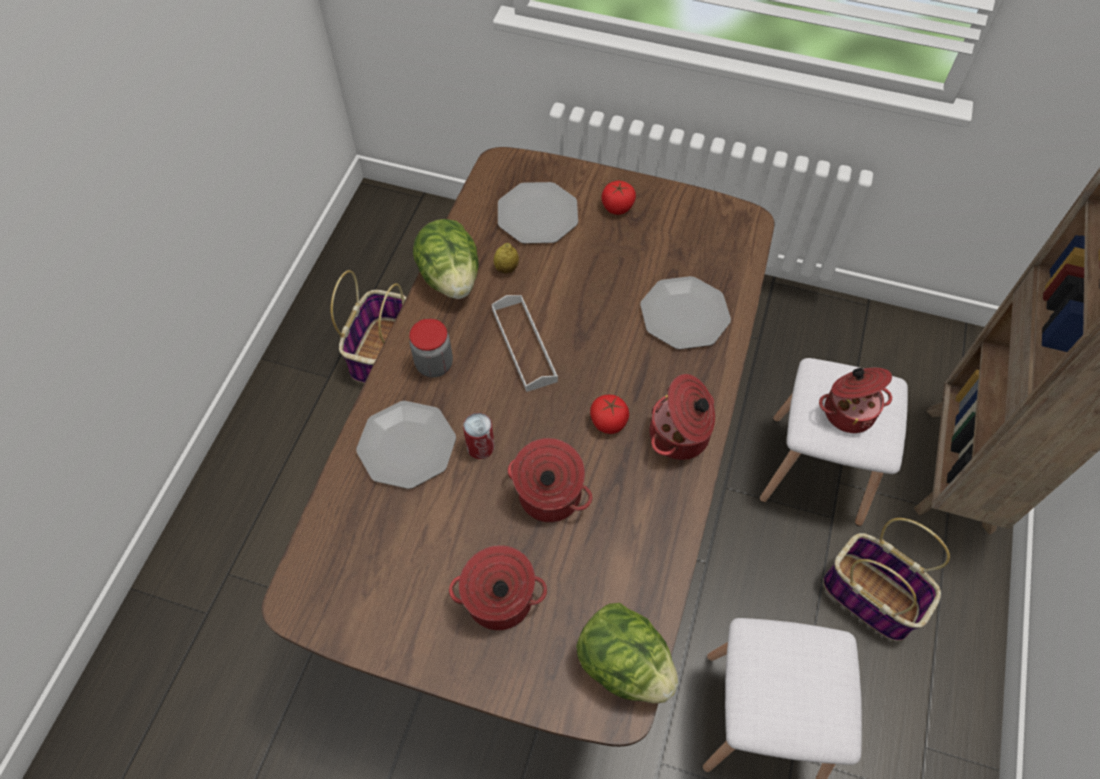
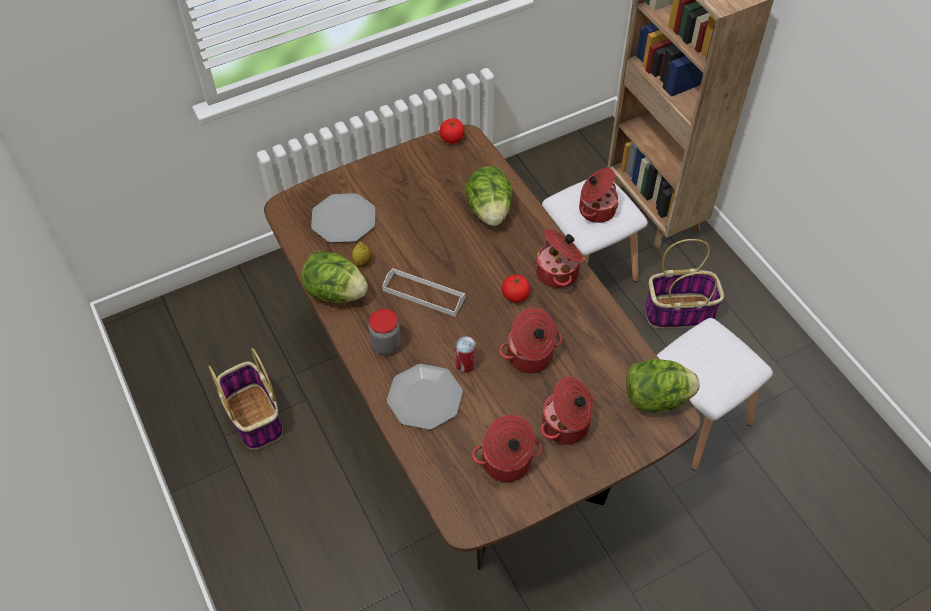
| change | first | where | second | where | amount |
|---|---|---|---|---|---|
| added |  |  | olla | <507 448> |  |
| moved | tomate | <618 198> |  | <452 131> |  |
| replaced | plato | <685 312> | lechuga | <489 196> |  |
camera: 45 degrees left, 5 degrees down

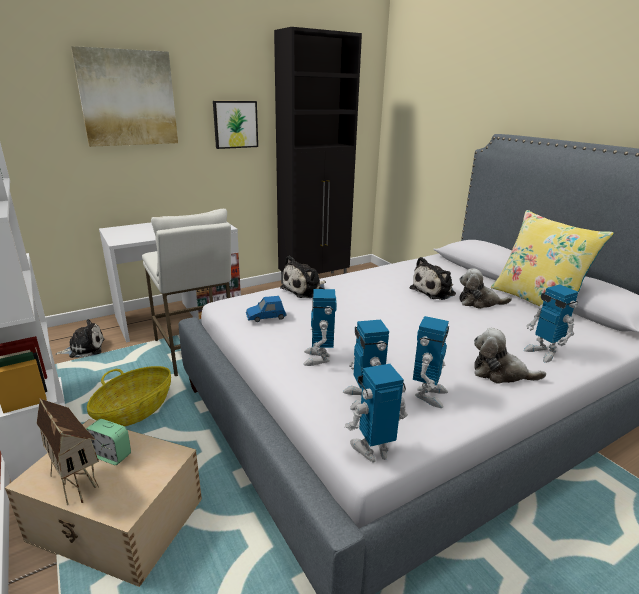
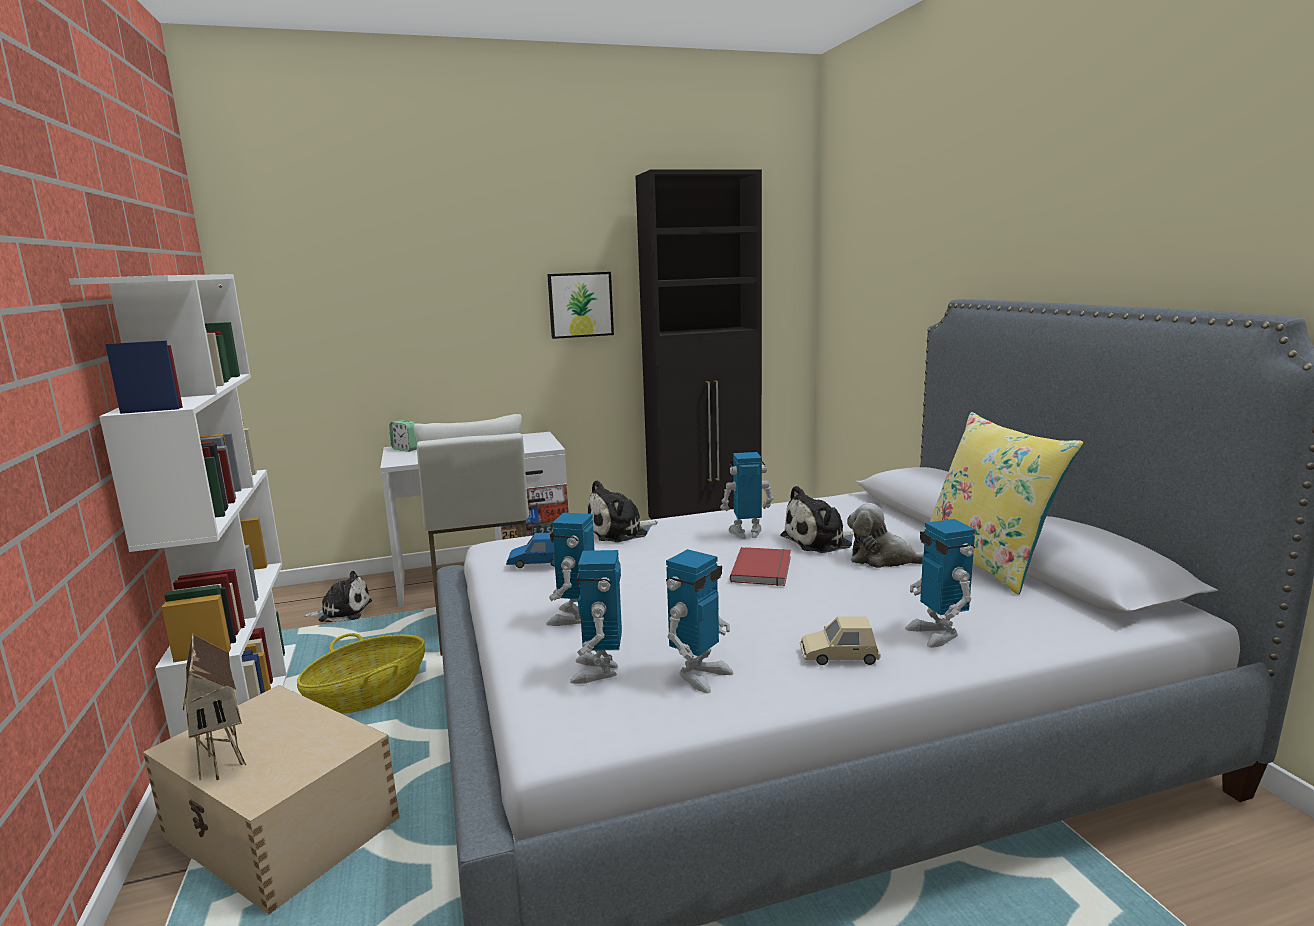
| change | first | where | second | where | amount |
|---|---|---|---|---|---|
| removed | cuadro | <124 96> |  |  |  |
| added |  |  | libro/rojo | <760 566> |  |
| moved | despertador | <108 442> |  | <403 436> |  |
| moved | robot de juguete | <376 413> |  | <747 495> |  |
| replaced | peluche | <510 356> | coche de juguete/beis | <840 640> |  |
camera: 15 degrees right, 10 degrees down

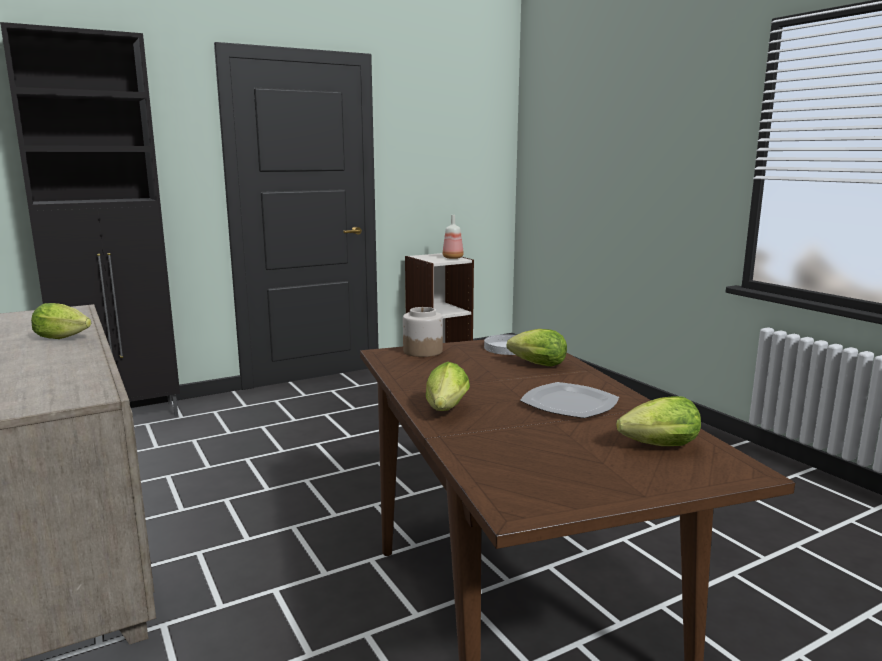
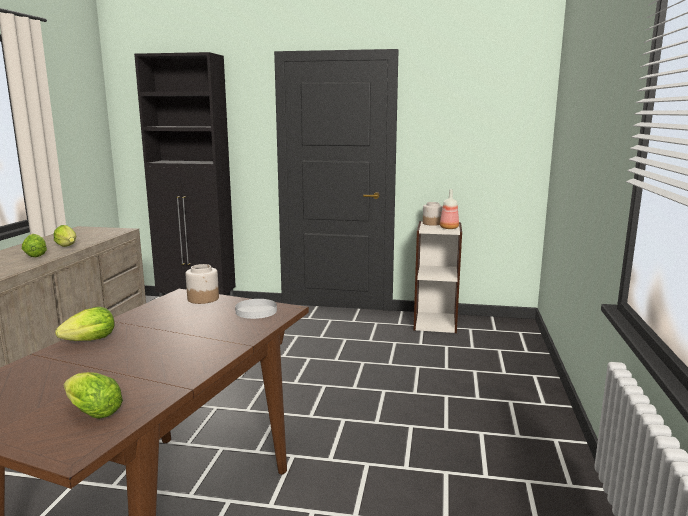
| change | first | where | second | where | amount |
|---|---|---|---|---|---|
| removed | plato | <569 400> |  |  |  |
| added |  |  | tarro | <433 214> |  |
| moved | lechuga | <537 348> |  | <34 245> |  |
camera: 40 degrees right, 0 degrees up

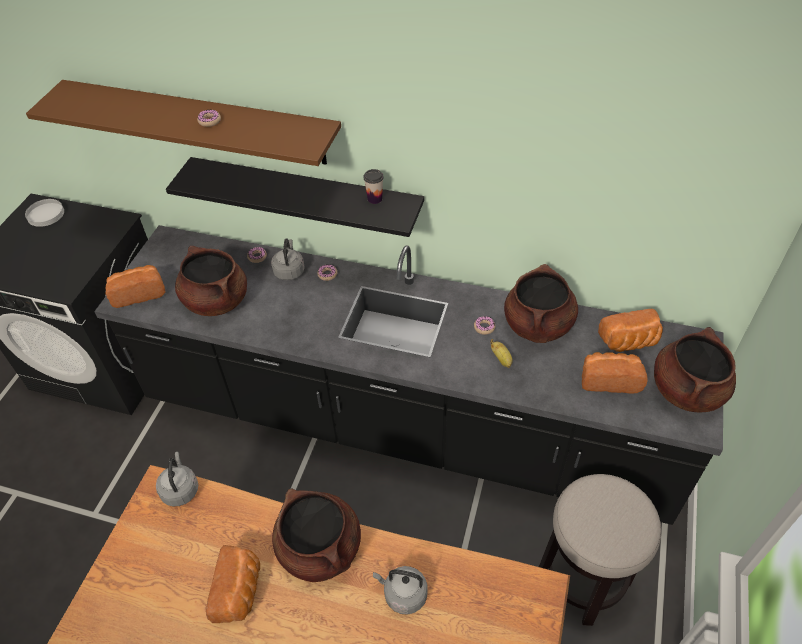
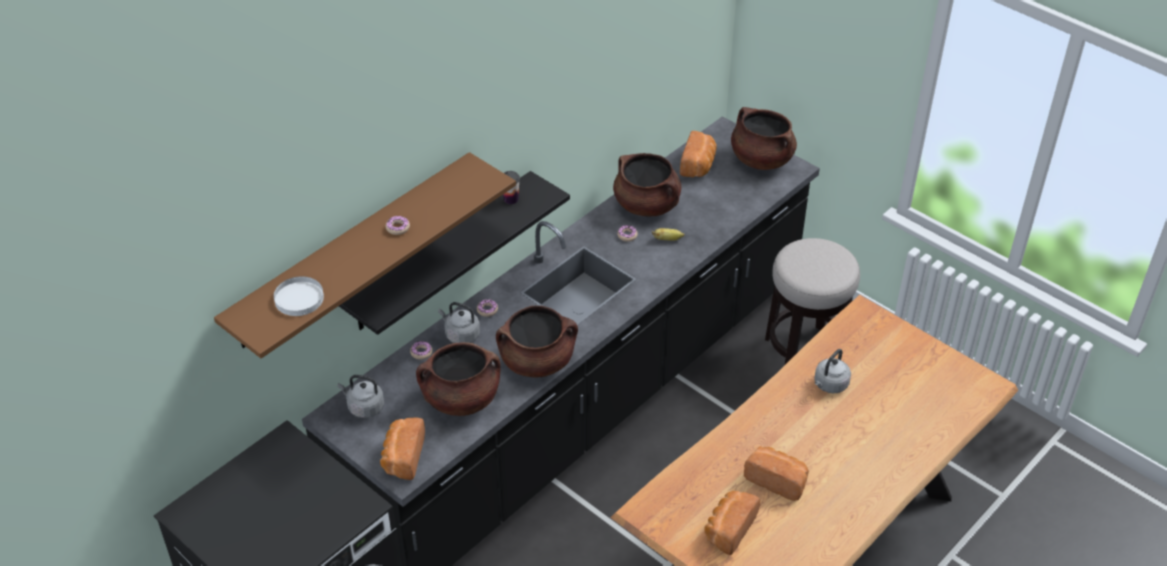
| change | first | where | second | where | amount |
|---|---|---|---|---|---|
| moved | plato/blanco | <44 213> |  | <299 296> |  |
| moved | hervidor/gris | <177 479> |  | <361 396> |  |
| moved | olla/marrón | <316 535> |  | <537 342> |  |
| moved | pan | <615 372> |  | <732 523> |  |
camera: 65 degrees left, 5 degrees down

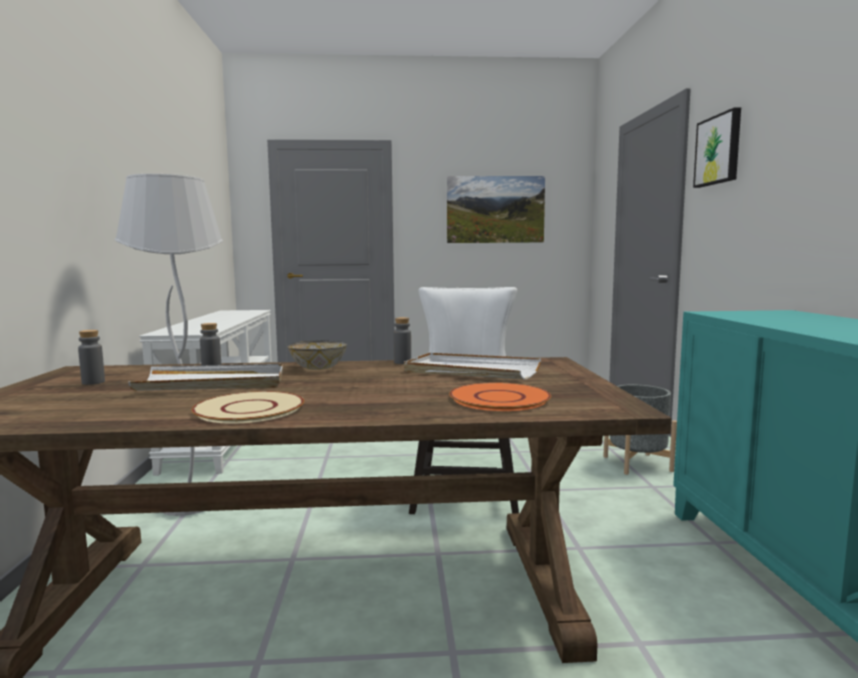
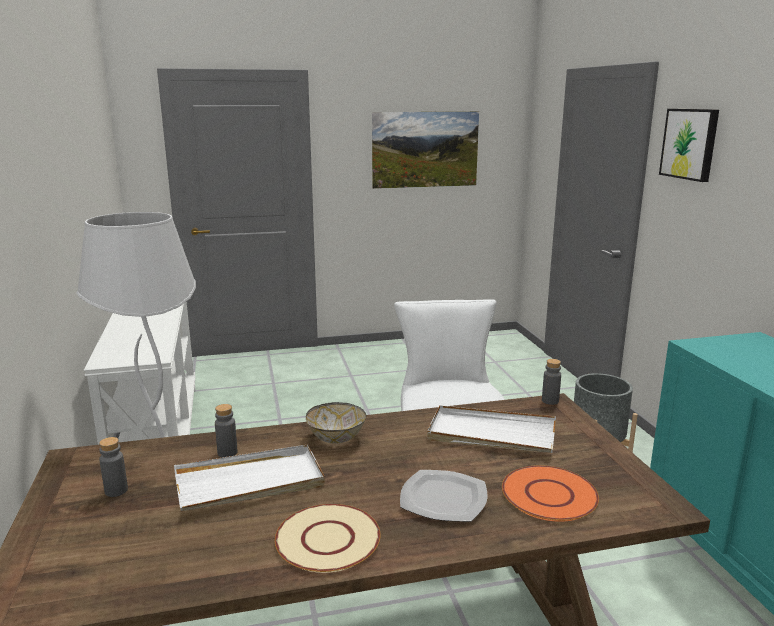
| change | first | where | second | where | amount |
|---|---|---|---|---|---|
| added |  |  | plato | <444 496> |  |
| moved | botella/gris | <402 340> |  | <551 382> |  |
camera: 10 degrees left, 10 degrees up

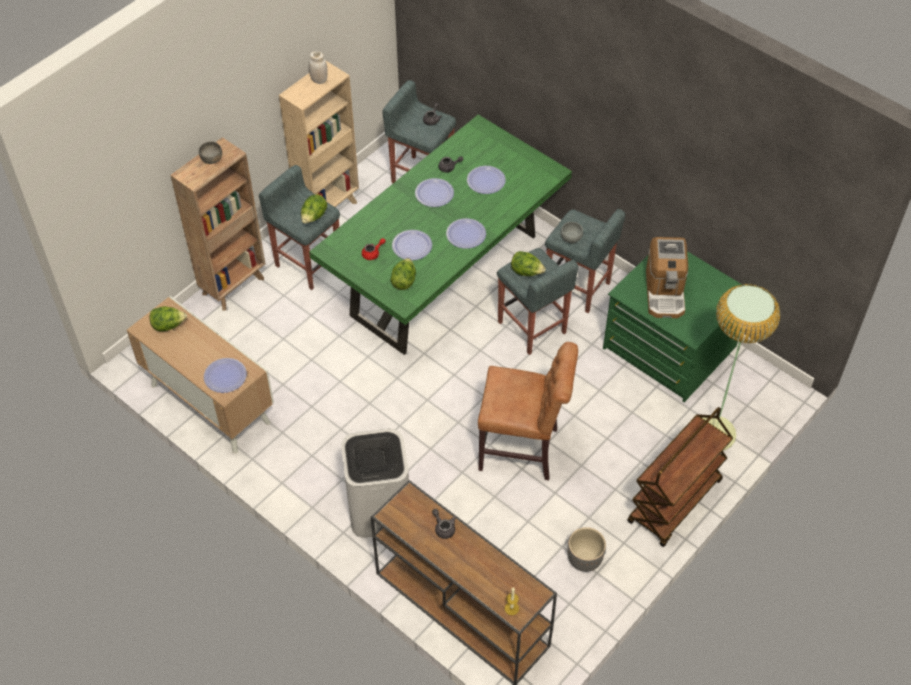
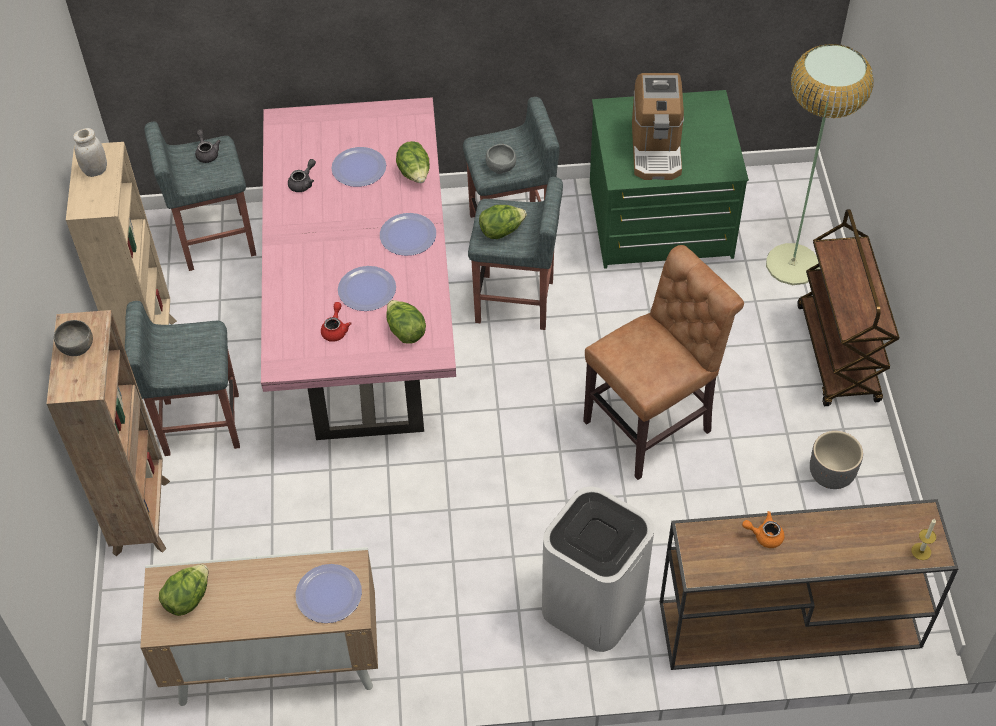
| change | first | where | second | where | amount |
|---|---|---|---|---|---|
| removed | plato | <434 192> |  |  |  |
| moved | lechuga | <314 209> |  | <413 162> |  |
| recoloured | mesa de comedor/verde | <440 234> | mesa de comedor/rosa | <358 268> |  |
| recoloured | tetera/gris | <444 524> | tetera/naranja | <763 529> |  |
| turned | cafetera | <667 277> |  | <658 126> | 45 degrees clockwise |
camera: 45 degrees left, 0 degrees up

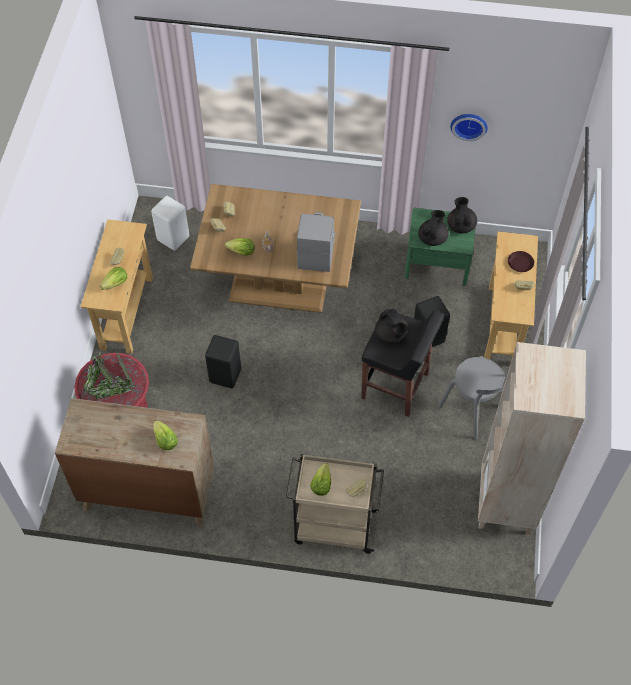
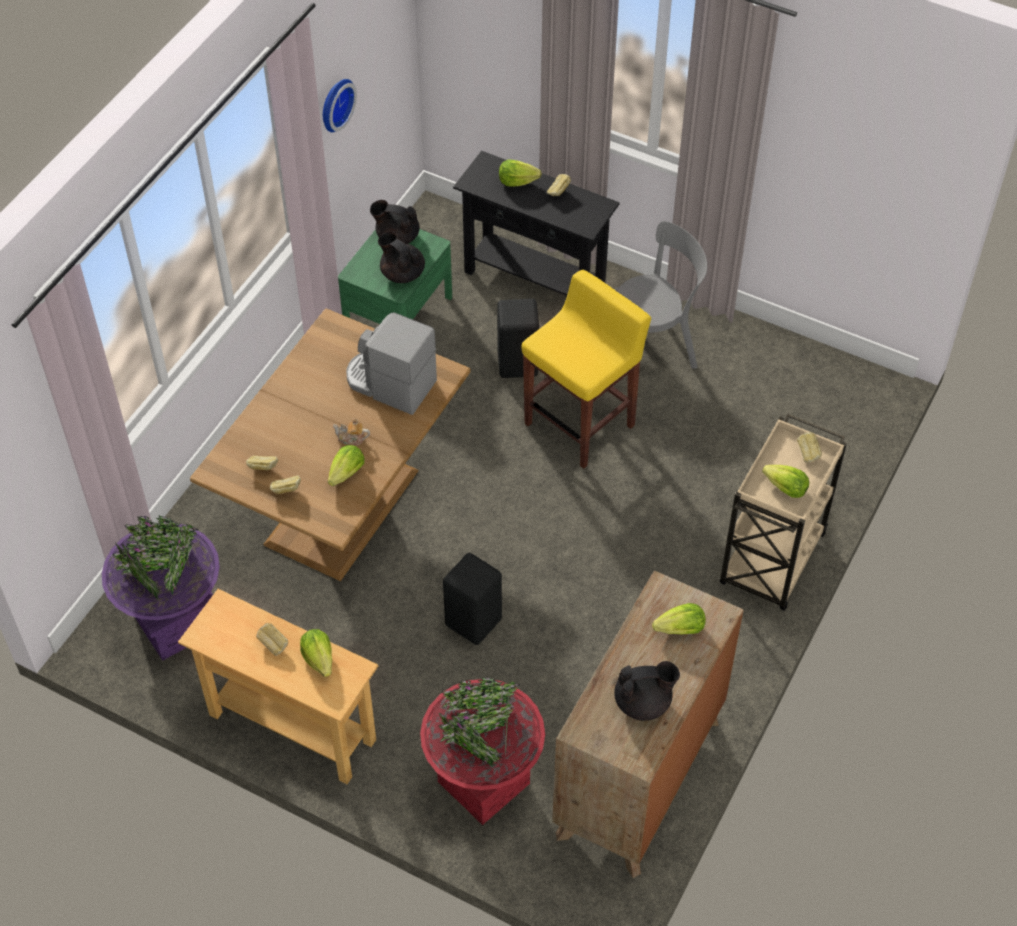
| change | first | where | second | where | amount |
|---|---|---|---|---|---|
| removed | estantería/beis | <532 438> |  |  |  |
| moved | tetera/negro | <391 326> |  | <647 691> |  |
| replaced | taburete/blanco | <170 223> | maceta/morado | <161 588> |  |
| replaced | plato/marrón | <521 261> | lechuga | <520 173> |  |
| recoloured | taburete/negro | <402 363> | taburete/amarillo | <586 369> |  |
| recoloured | mesa consola/beis | <511 296> | mesa consola/negro | <536 223> |  |
camera: 70 degrees left, 5 degrees down

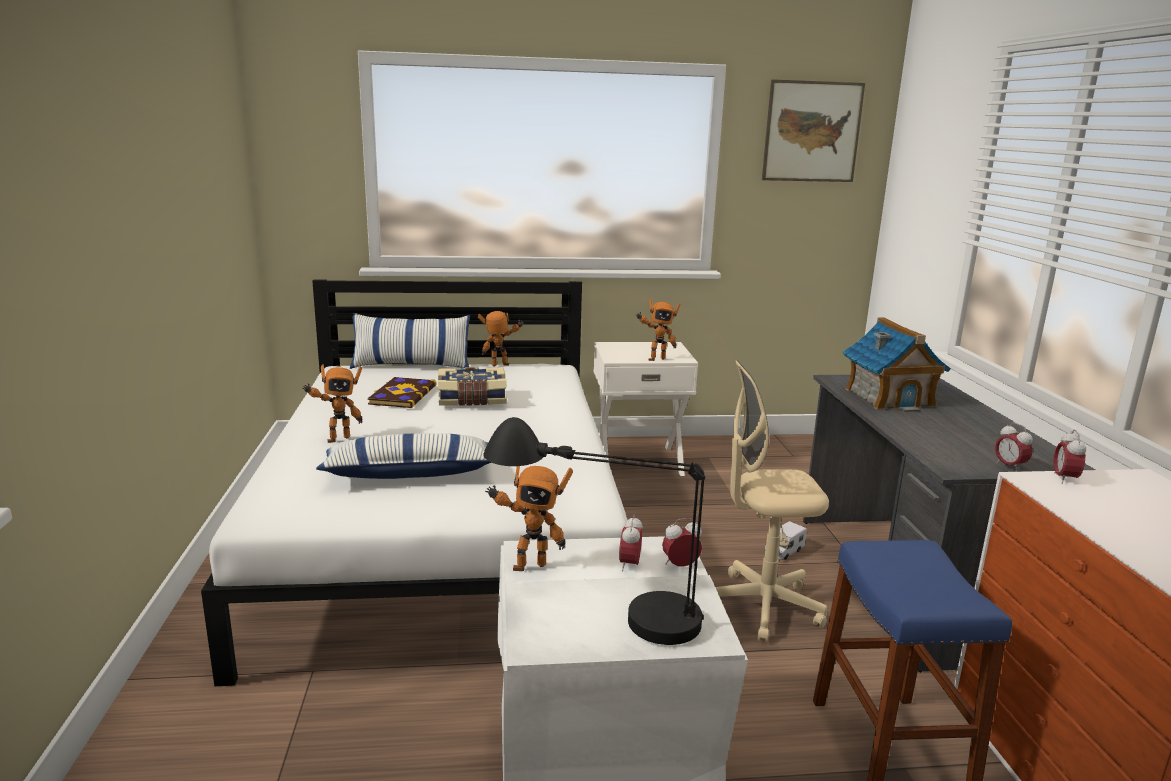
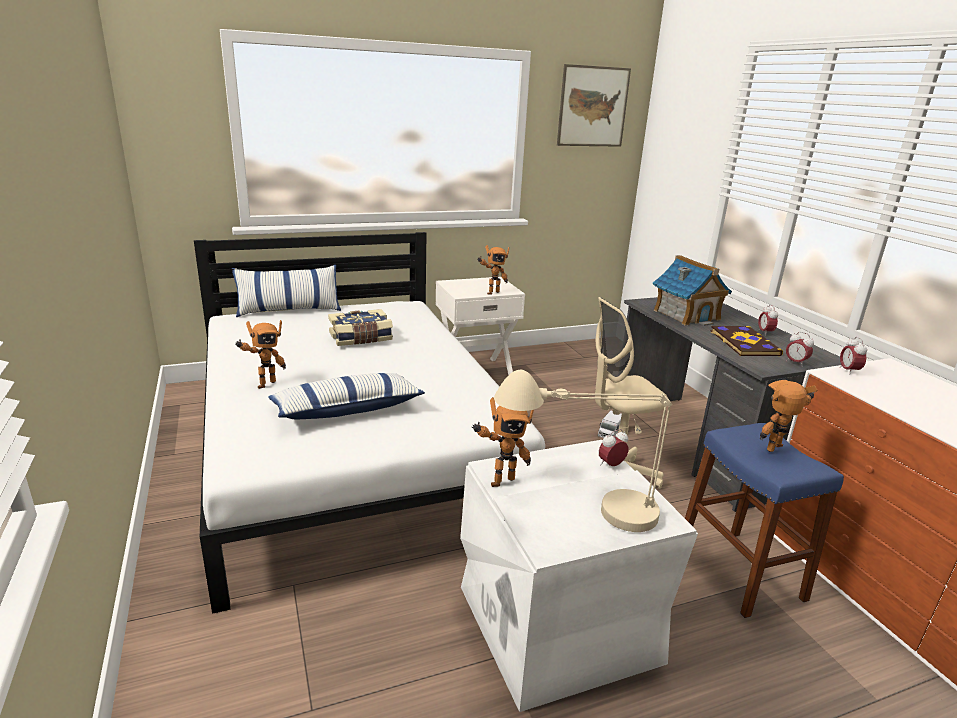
| change | first | where | second | where | amount |
|---|---|---|---|---|---|
| moved | libro | <402 392> |  | <747 341> |  |
| moved | robot de juguete | <501 339> |  | <789 416> |  |
| moved | despertador | <631 543> |  | <768 320> |  |
| recoloured | lámpara de mesa/negro | <594 531> | lámpara de mesa/beis | <583 451> |  |
camera: 15 degrees left, 5 degrees up

